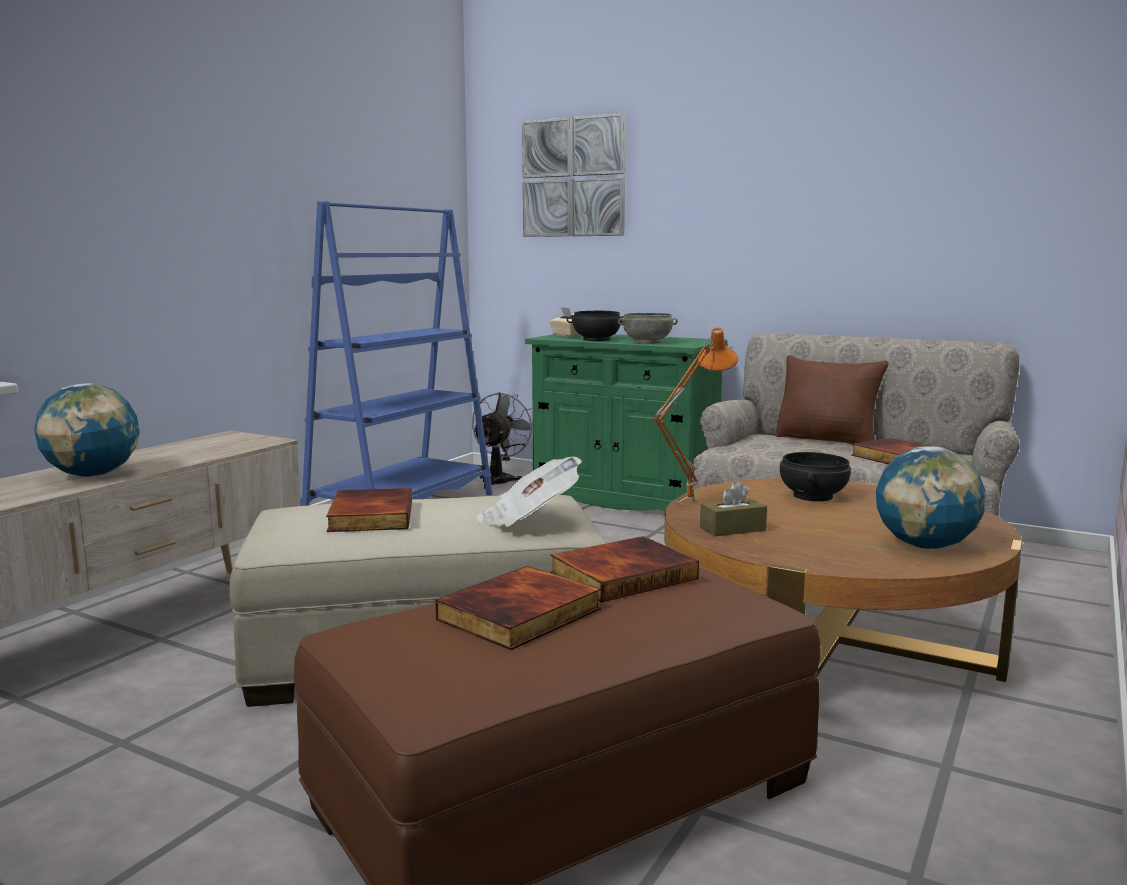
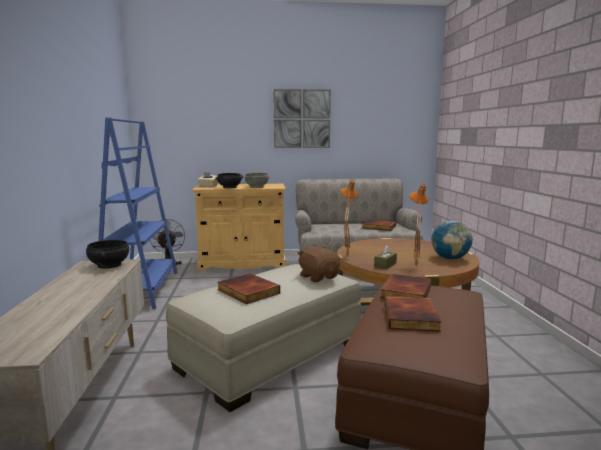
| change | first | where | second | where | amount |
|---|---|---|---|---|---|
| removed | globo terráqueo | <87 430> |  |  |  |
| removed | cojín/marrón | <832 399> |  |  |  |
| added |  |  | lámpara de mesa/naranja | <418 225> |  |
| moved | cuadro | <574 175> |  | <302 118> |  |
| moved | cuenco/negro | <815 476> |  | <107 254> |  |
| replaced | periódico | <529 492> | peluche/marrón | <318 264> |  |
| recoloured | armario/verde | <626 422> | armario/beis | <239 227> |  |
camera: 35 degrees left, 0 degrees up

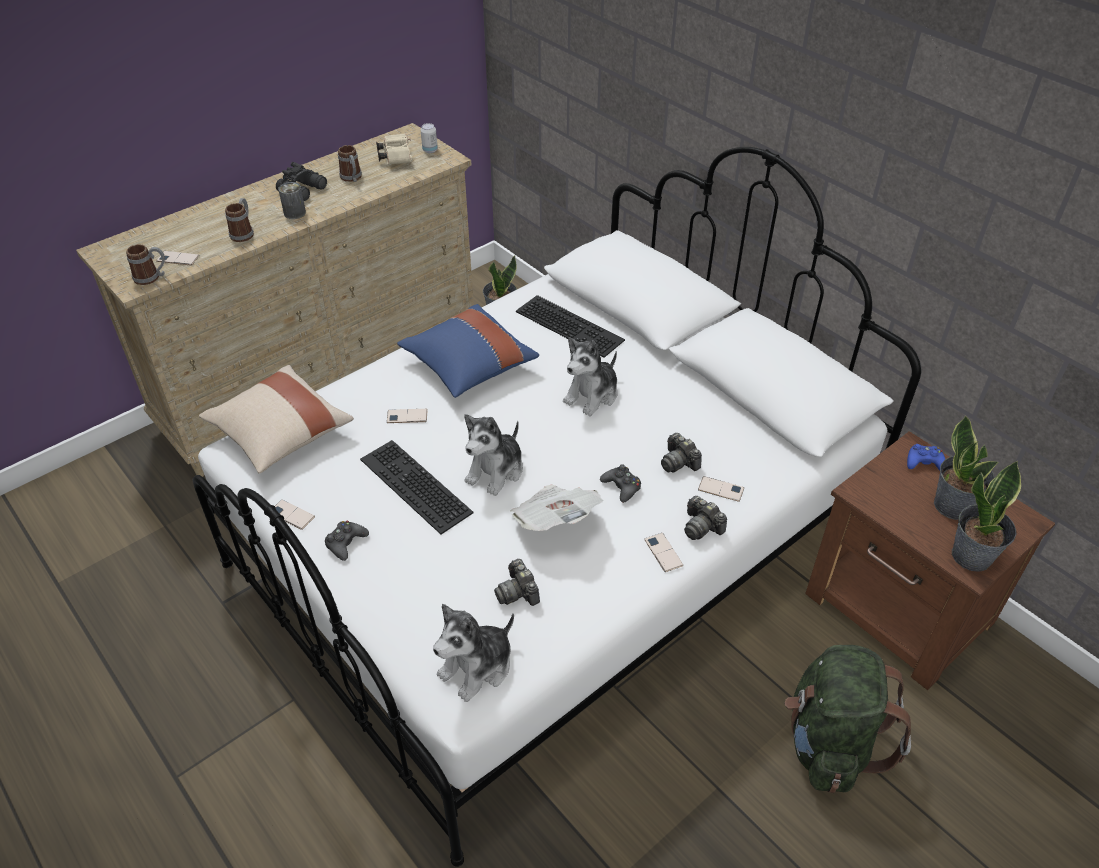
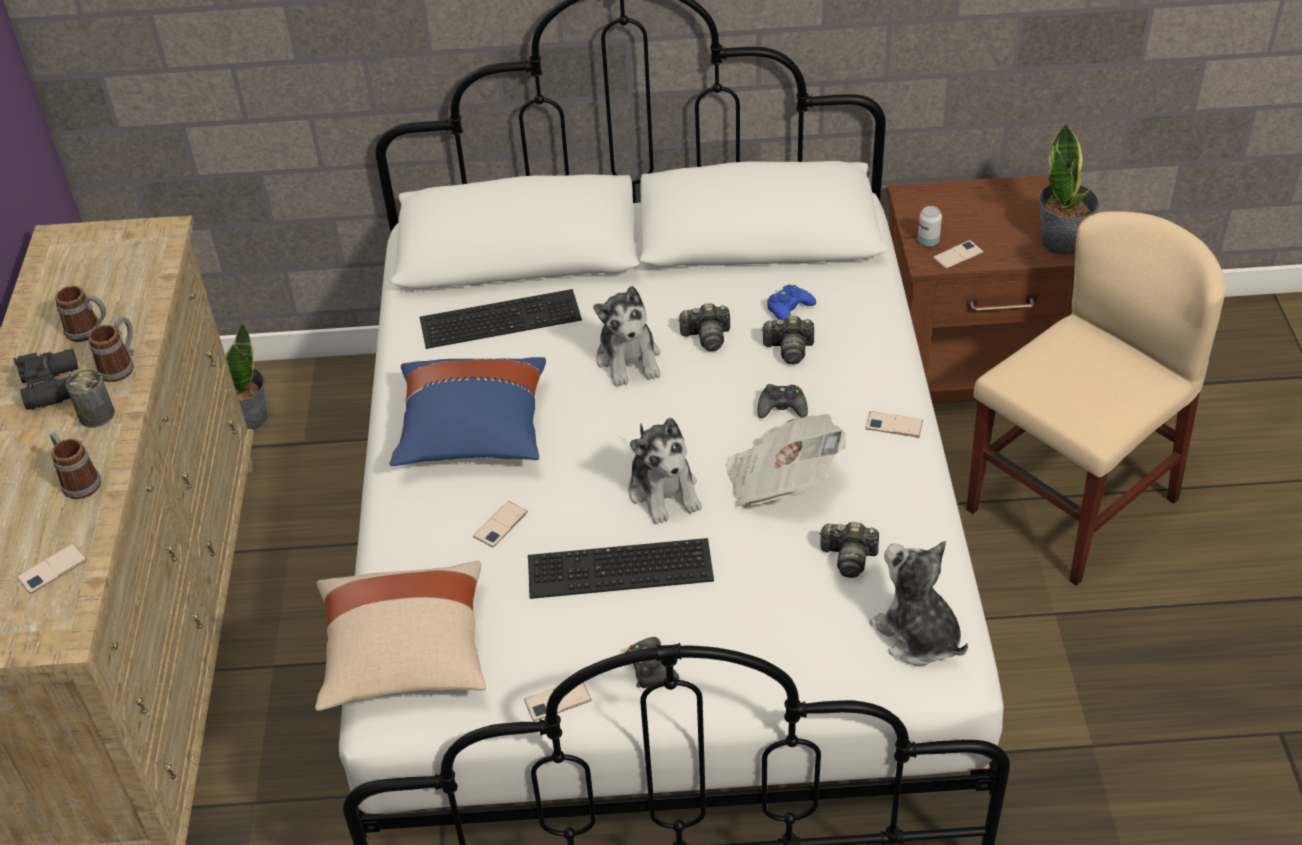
| change | first | where | second | where | amount |
|---|---|---|---|---|---|
| removed | prismáticos/beis | <394 148> |  |  |  |
| removed | planta en maceta | <966 467> |  |  |  |
| moved | taza grande | <145 264> |  | <111 349> |  |
| moved | lata | <429 138> |  | <930 226> |  |
| moved | cámara | <705 518> |  | <704 327> |  |
| moved | móvil | <721 489> |  | <958 254> |  |
| moved | mando de consola/azul | <926 457> |  | <791 302> |  |
| replaced | mochila/verde | <847 719> | silla/beis | <1096 398> |  |
| turned | peluche | <473 653> |  | <919 603> | 150 degrees clockwise |
camera: 50 degrees left, 0 degrees up

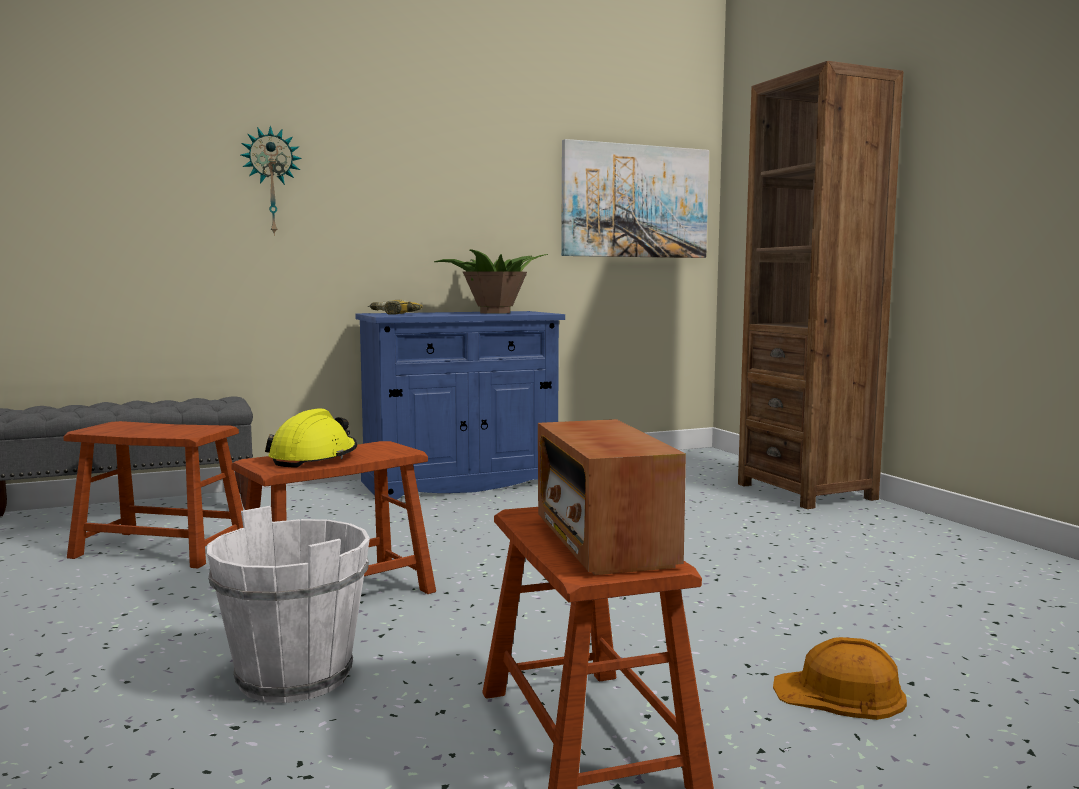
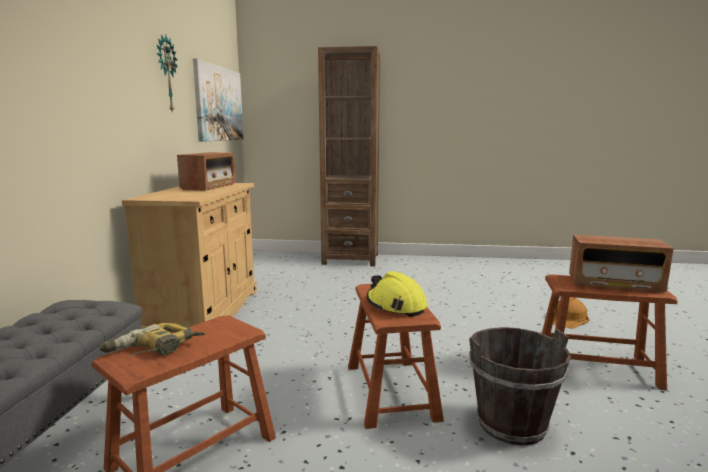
| change | first | where | second | where | amount |
|---|---|---|---|---|---|
| moved | reloj de pared | <271 181> |  | <167 72> |  |
| moved | taladro | <395 307> |  | <152 339> |  |
| replaced | planta en maceta | <491 281> | radio | <206 171> |  |
| recoloured | cubo/blanco | <288 604> | cubo/marrón | <520 386> |  |
| recoloured | armario/azul | <460 405> | armario/beis | <189 258> |  |
camera: 60 degrees left, 5 degrees up

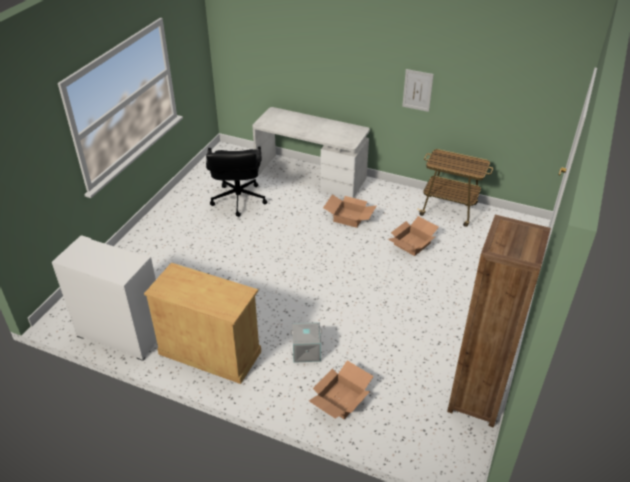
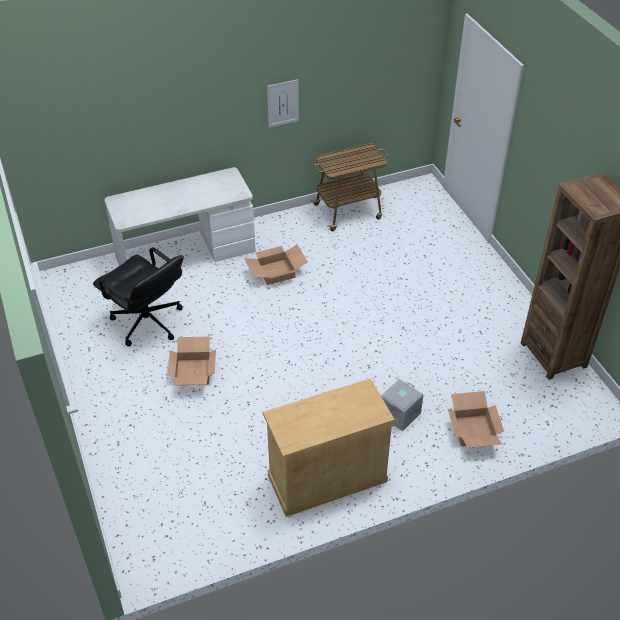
| change | first | where | second | where | amount |
|---|---|---|---|---|---|
| removed | armario/blanco | <104 298> |  |  |  |
| moved | caja de cartón | <413 236> |  | <191 360> |  |
camera: 45 degrees left, 5 degrees up

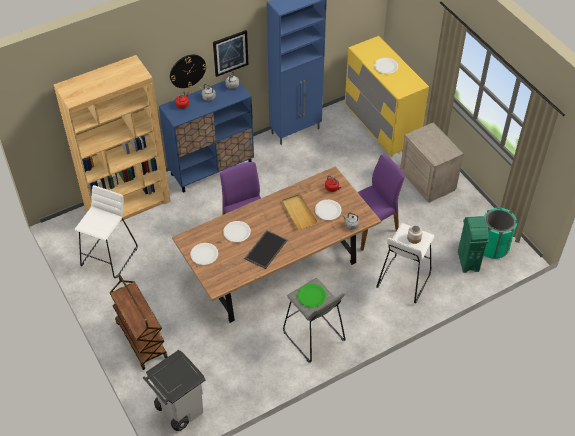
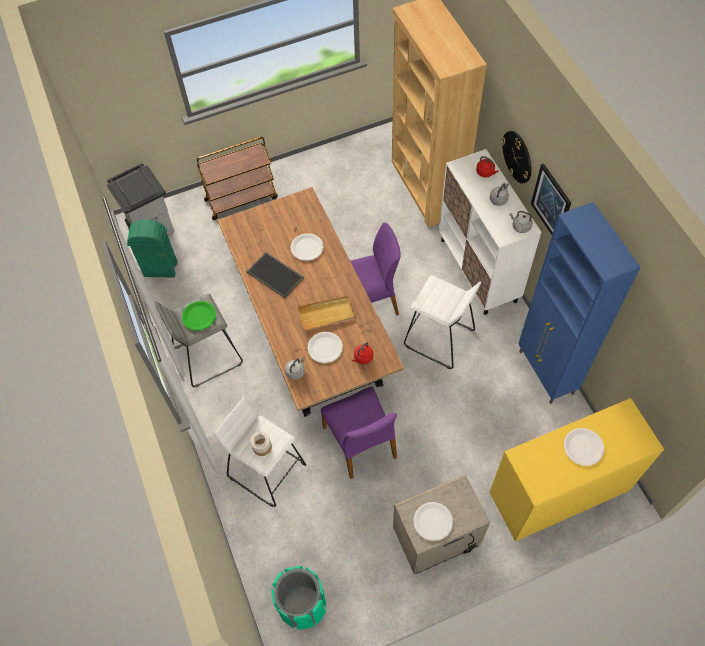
| change | first | where | second | where | amount |
|---|---|---|---|---|---|
| moved | taburete/blanco | <106 231> |  | <442 322> |  |
| moved | plato/blanco | <204 254> |  | <433 521> |  |
| moved | papelera/verde | <473 244> |  | <152 249> |  |
| recoloured | armario/azul | <206 136> | armario/blanco | <490 232> |  |
camera: 100 degrees right, 10 degrees up

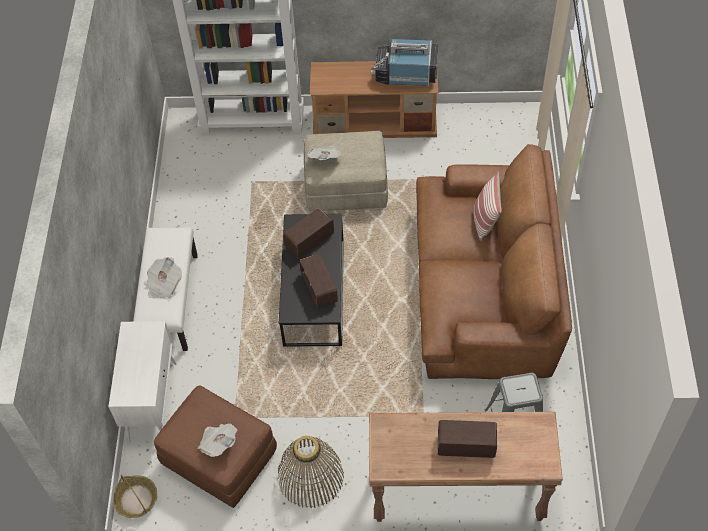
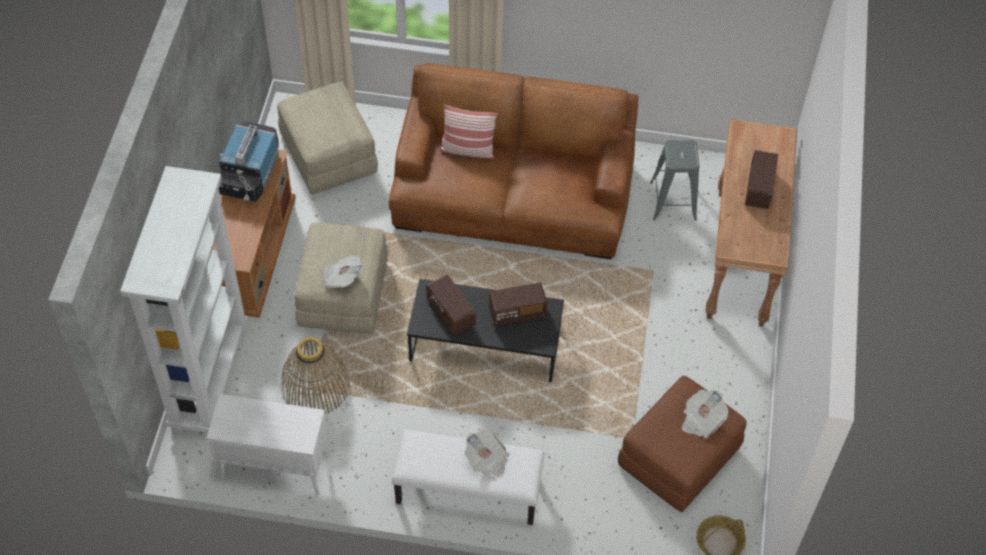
| change | first | where | second | where | amount |
|---|---|---|---|---|---|
| added |  |  | puf/beis | <327 138> |  |
| moved | armario/blanco | <142 382> |  | <267 444> |  |
| moved | cesta | <311 472> |  | <315 375> |  |
camera: 85 degrees left, 0 degrees up

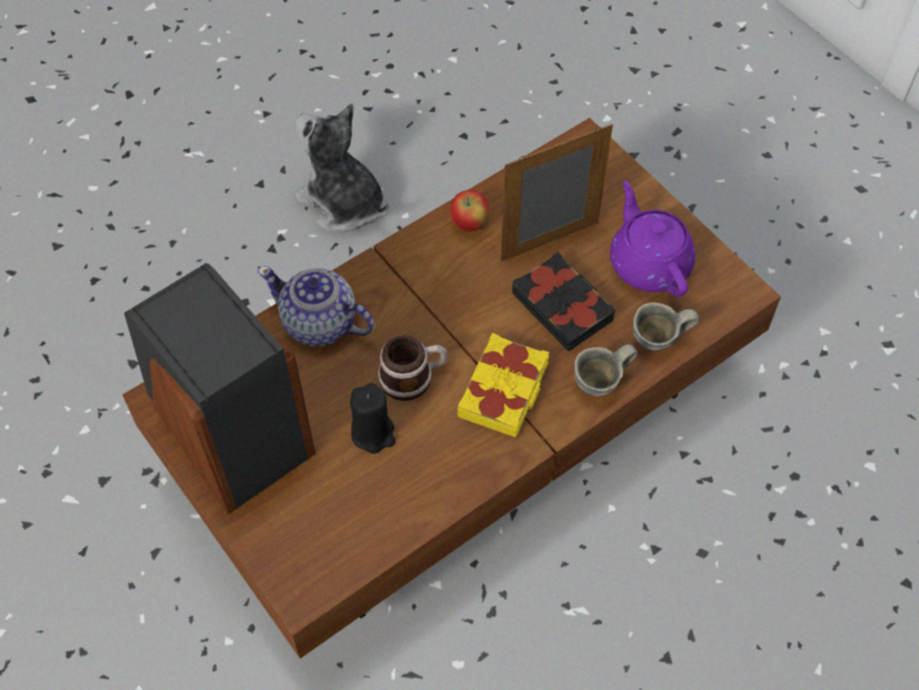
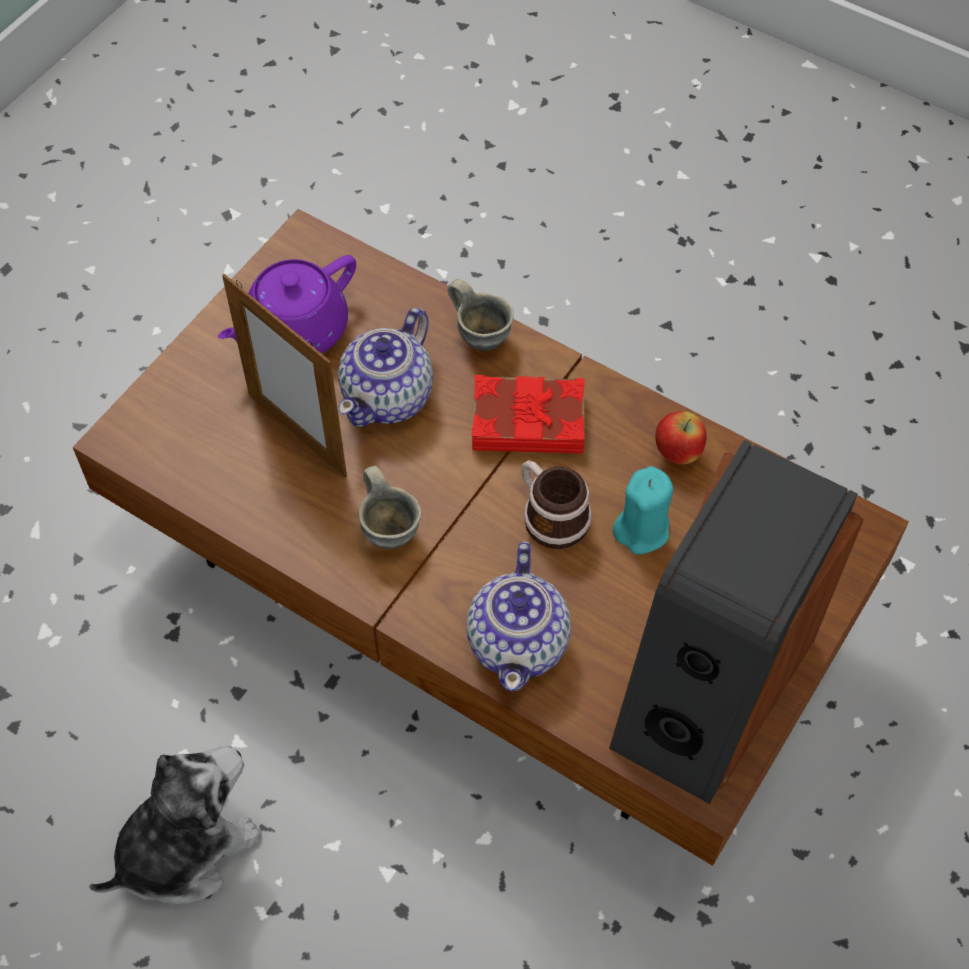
| change | first | where | second | where | amount |
|---|---|---|---|---|---|
| moved | manzana | <469 210> |  | <681 437> |  |
| moved | taza grande/gris | <666 326> |  | <390 507> |  |
| replaced | libro/negro | <564 301> | tetera | <385 367> |  |
| recoloured | vela/negro | <373 418> | vela/turquesa | <643 510> |  |
| recoloured | libro/amarillo | <503 385> | libro/rojo | <528 414> |  |
| turned | peluche | <342 167> |  | <175 825> | 150 degrees counterclockwise |
camera: 110 degrees left, 0 degrees up

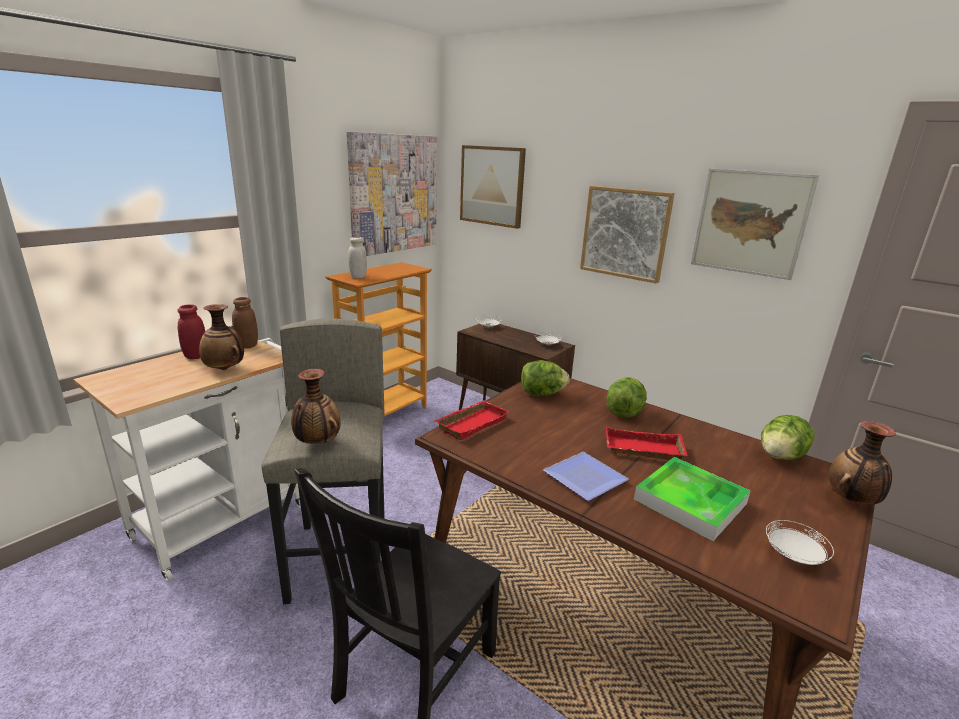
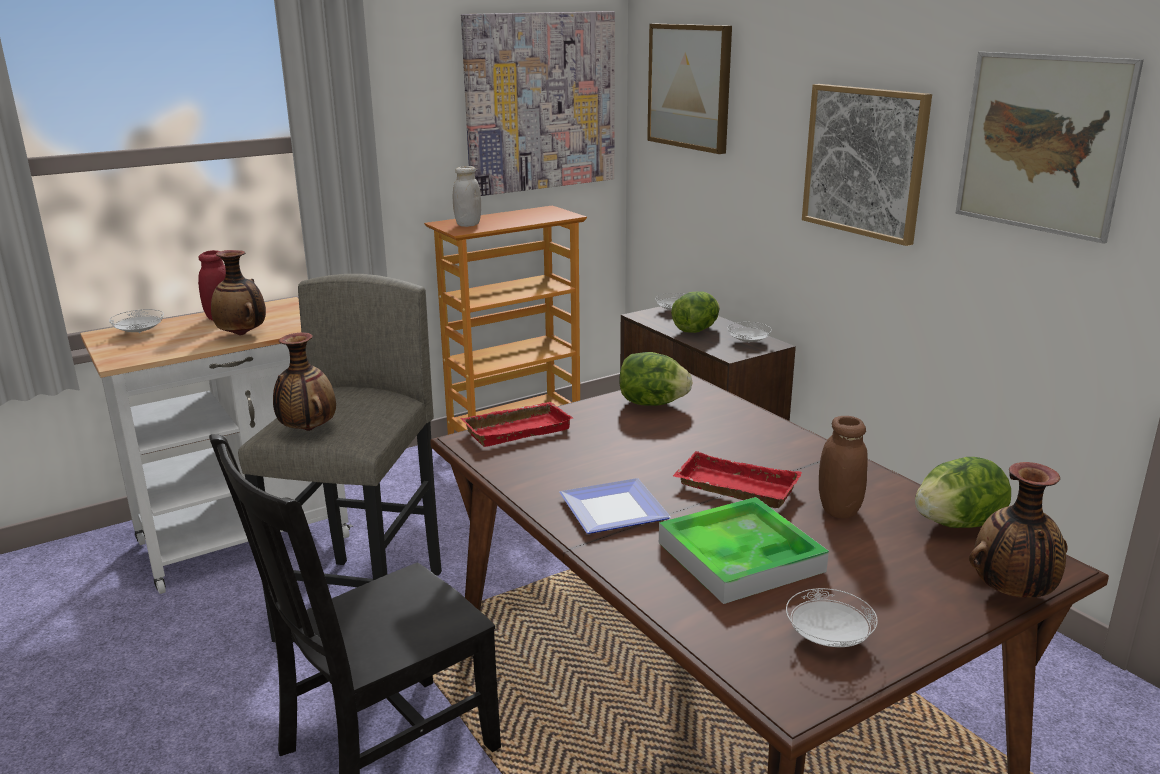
| change | first | where | second | where | amount |
|---|---|---|---|---|---|
| added |  |  | plato/blanco | <136 321> |  |
| moved | tarro/marrón | <245 323> |  | <843 467> |  |
| moved | lechuga | <626 397> |  | <695 312> |  |
camera: 20 degrees right, 0 degrees up

